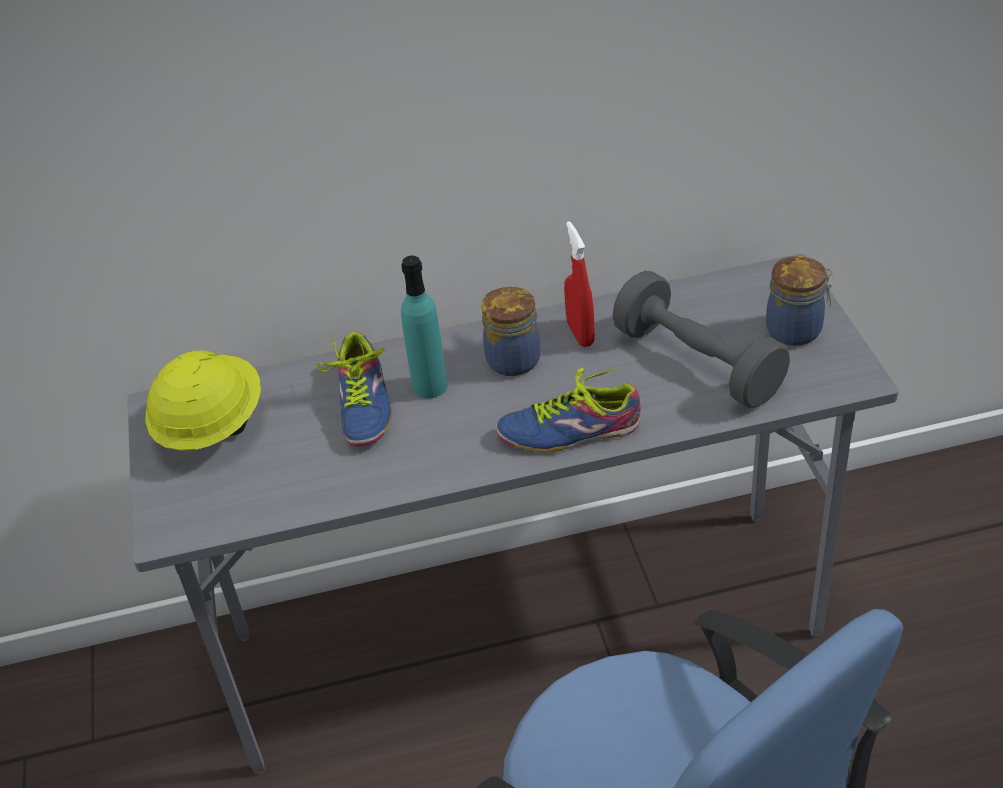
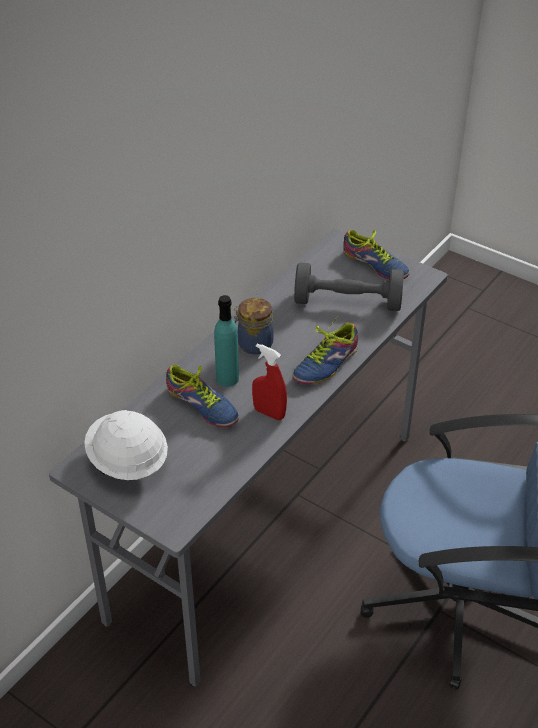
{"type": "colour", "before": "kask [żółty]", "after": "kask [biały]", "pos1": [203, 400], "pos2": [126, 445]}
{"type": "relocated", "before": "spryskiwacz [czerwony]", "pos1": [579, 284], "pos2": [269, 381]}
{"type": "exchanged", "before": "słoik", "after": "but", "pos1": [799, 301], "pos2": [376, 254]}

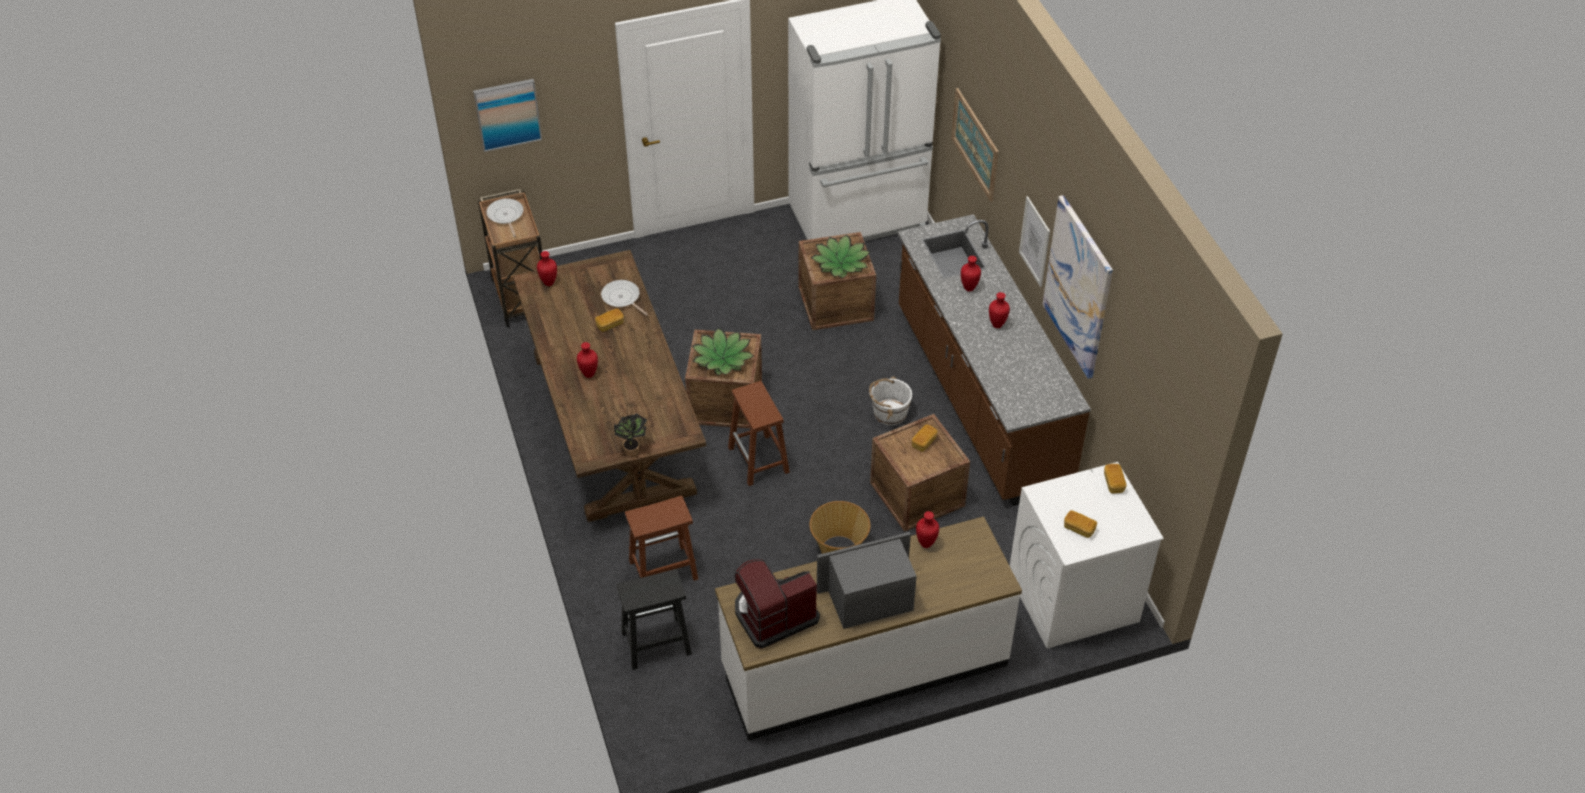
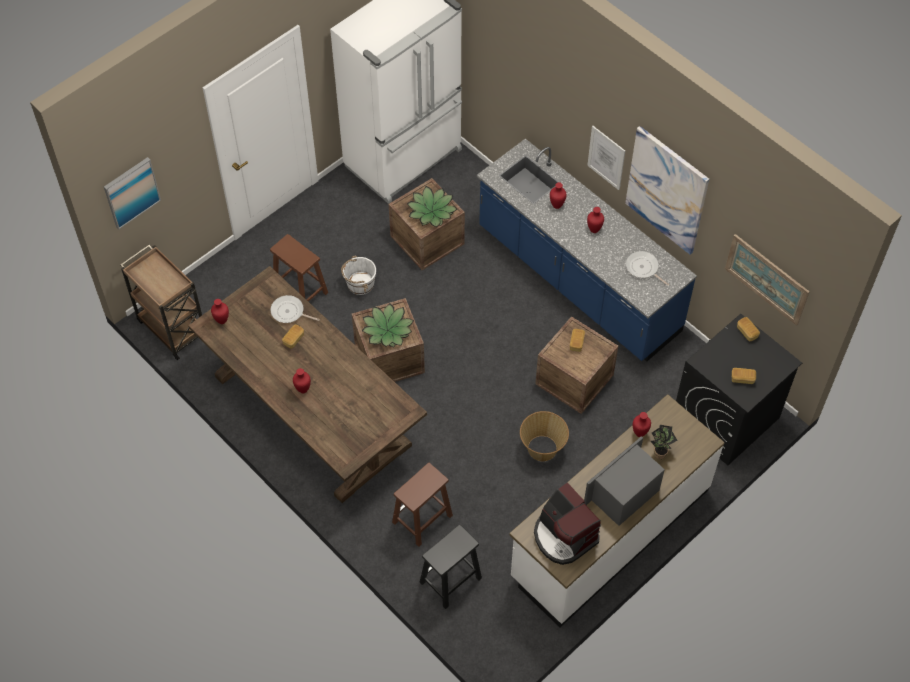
{"type": "relocated", "before": "stołek [brązowy]", "pos1": [759, 433], "pos2": [299, 268]}
{"type": "relocated", "before": "wiadro [biały]", "pos1": [890, 401], "pos2": [358, 275]}
{"type": "colour", "before": "zabudowa kuchenna [brązowy]", "after": "zabudowa kuchenna [niebieski]", "pos1": [994, 360], "pos2": [587, 250]}
{"type": "spun", "before": "ekspres do kawy", "pos1": [777, 604], "pos2": [567, 523], "turn": -75}
{"type": "relocated", "before": "patelnia", "pos1": [504, 217], "pos2": [647, 268]}
{"type": "relocated", "before": "roślina doniczkowa", "pos1": [630, 435], "pos2": [663, 442]}
{"type": "colour", "before": "pralka [biały]", "after": "pralka [czarny]", "pos1": [1087, 555], "pos2": [739, 389]}
{"type": "relocated", "before": "obraz", "pos1": [975, 145], "pos2": [767, 280]}

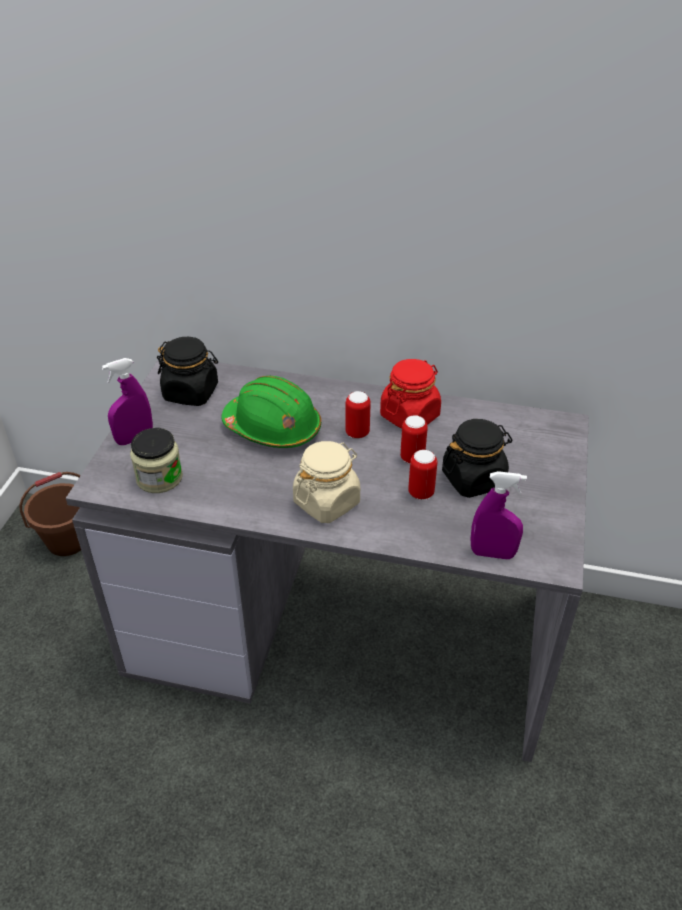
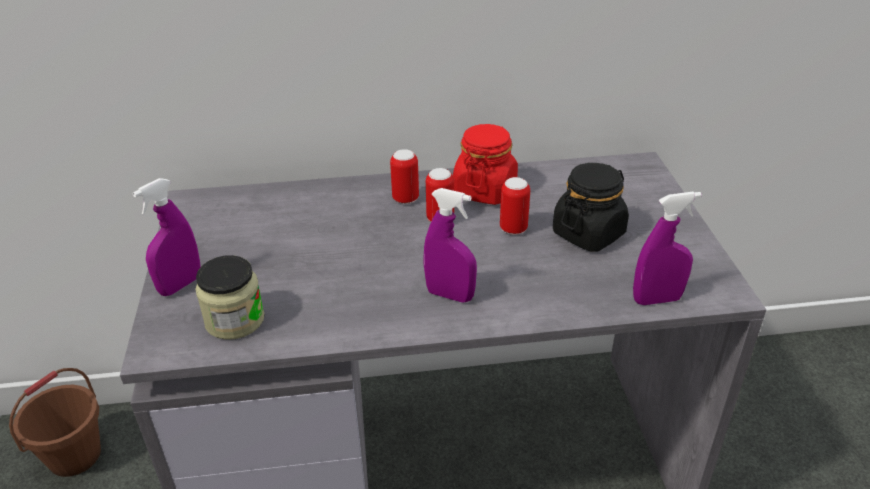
{"type": "relocated", "before": "puszka", "pos1": [422, 475], "pos2": [404, 176]}
{"type": "exchanged", "before": "słoik [beżowy]", "after": "spryskiwacz [fioletowy]", "pos1": [326, 482], "pos2": [450, 245]}
{"type": "missing", "before": "słoik [czarny]", "pos1": [187, 371]}
{"type": "missing", "before": "kask [zielony]", "pos1": [271, 412]}

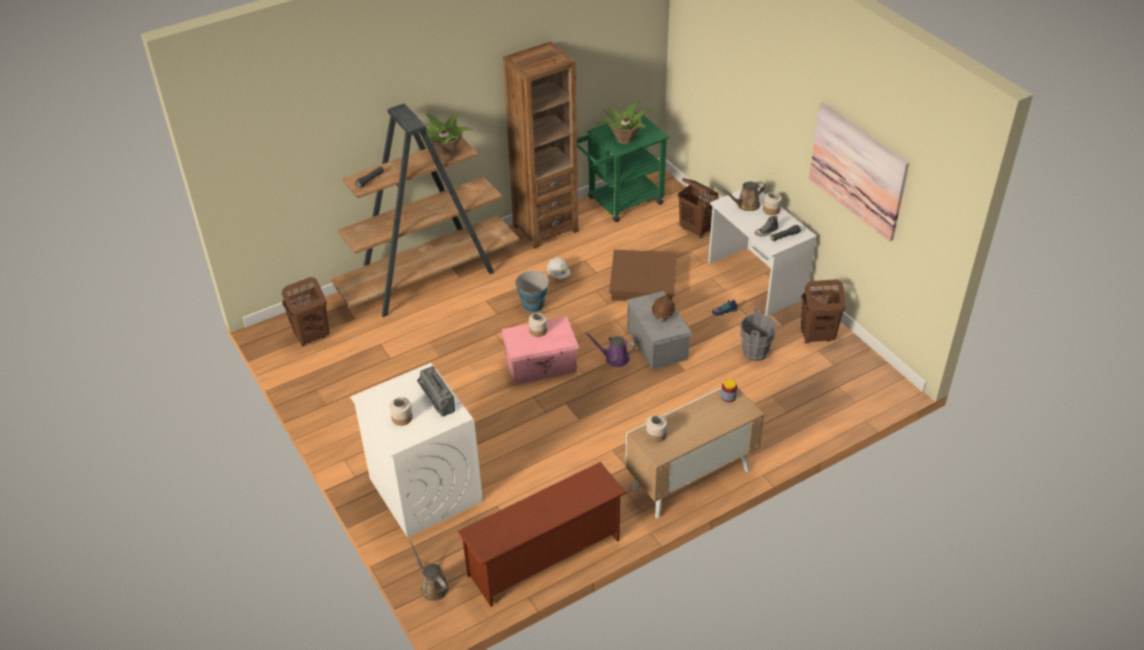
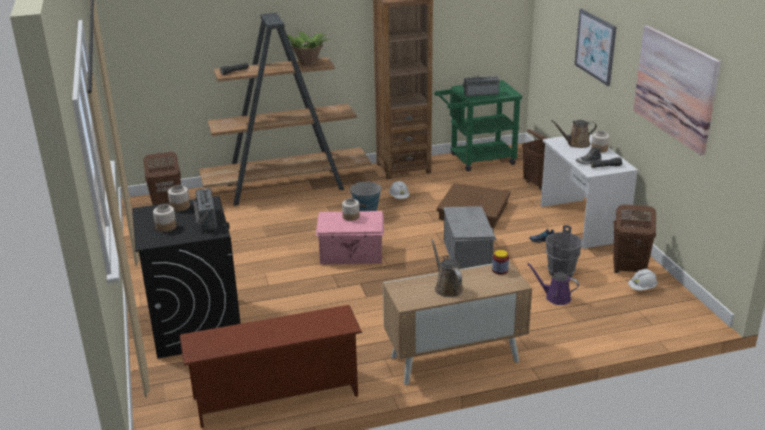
{"type": "colour", "before": "pralka [biały]", "after": "pralka [czarny]", "pos1": [416, 450], "pos2": [186, 277]}
{"type": "relocated", "before": "słoik", "pos1": [656, 428], "pos2": [179, 198]}
{"type": "relocated", "before": "konewka [brązowy]", "pos1": [429, 571], "pos2": [447, 268]}
{"type": "exchanged", "before": "roślina doniczkowa", "after": "radio", "pos1": [624, 122], "pos2": [481, 86]}
{"type": "relocated", "before": "konewka [fioletowy]", "pos1": [610, 349], "pos2": [553, 284]}
{"type": "appeared", "after": "obraz", "pos2": [595, 47]}
{"type": "appeared", "after": "kask [biały]", "pos2": [643, 279]}
{"type": "missing", "before": "kask [brązowy]", "pos1": [663, 308]}

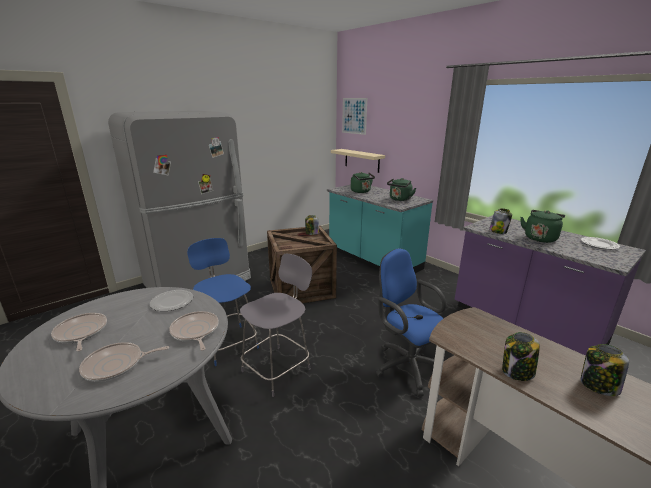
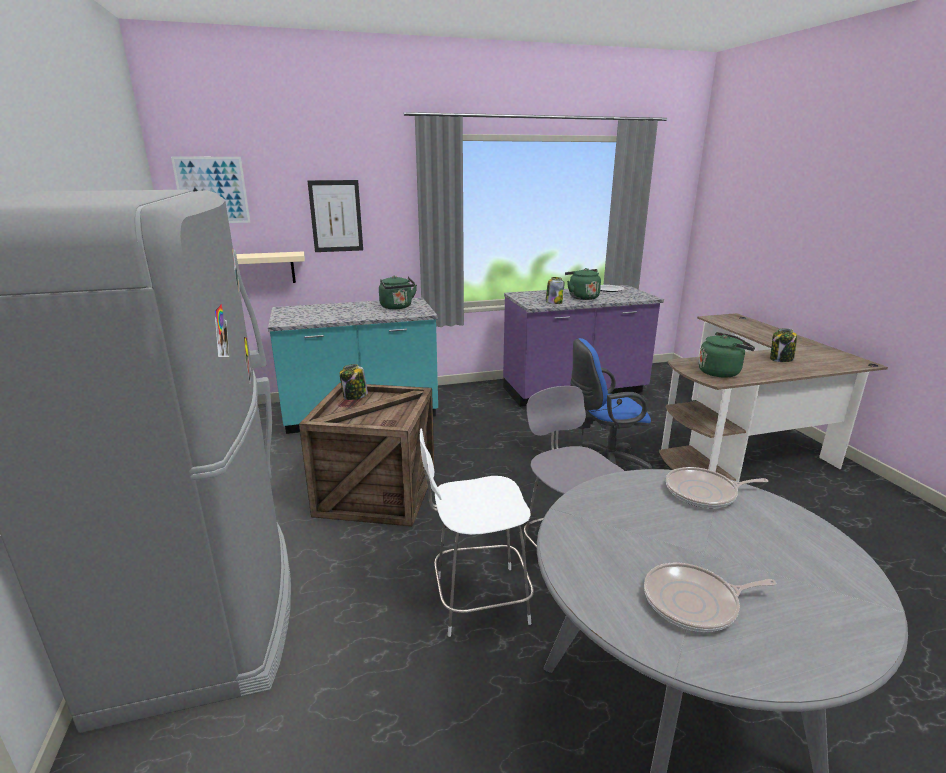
{"type": "appeared", "after": "obraz", "pos2": [335, 216]}
{"type": "colour", "before": "krzesło [niebieski]", "after": "krzesło [biały]", "pos1": [223, 302], "pos2": [477, 533]}
{"type": "relocated", "before": "czajnik [zielony]", "pos1": [363, 182], "pos2": [726, 355]}
{"type": "missing", "before": "patelnia", "pos1": [124, 362]}
{"type": "missing", "before": "talerz", "pos1": [171, 300]}
{"type": "missing", "before": "słoik", "pos1": [521, 356]}

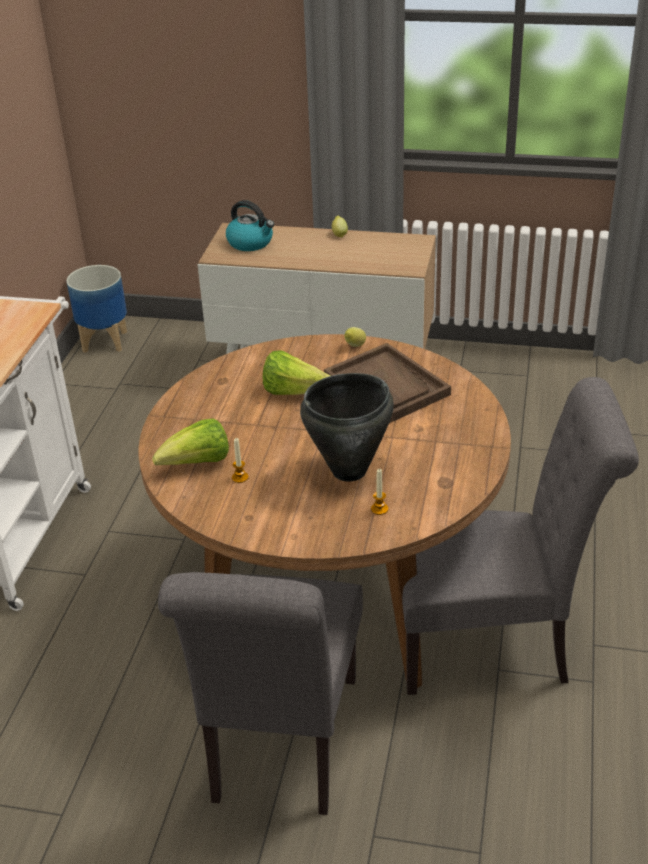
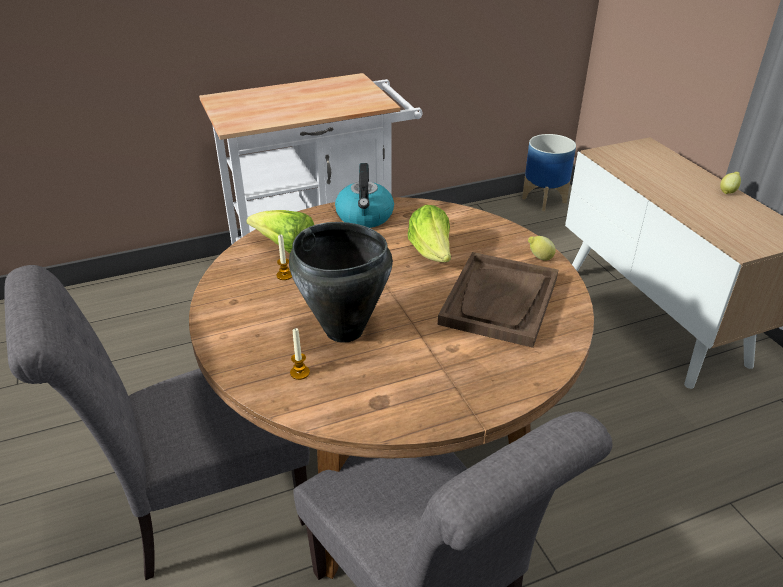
{"type": "relocated", "before": "czajnik", "pos1": [250, 225], "pos2": [364, 195]}

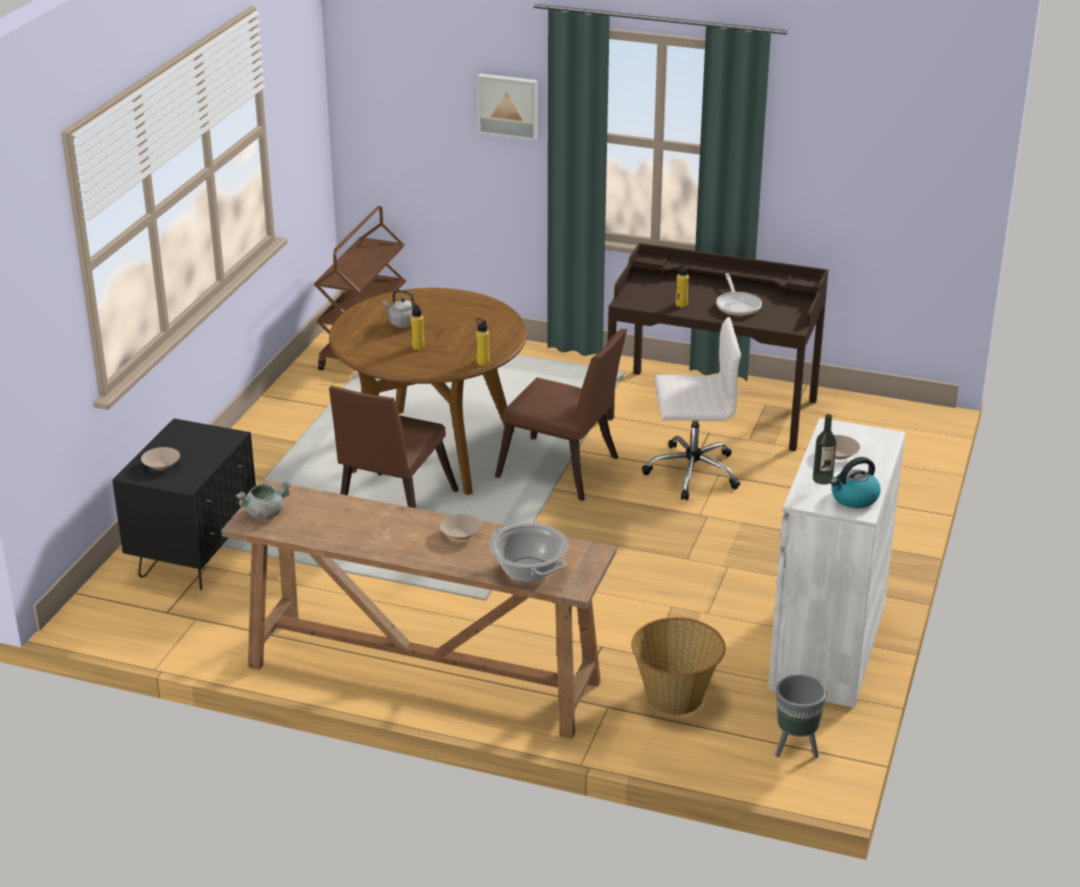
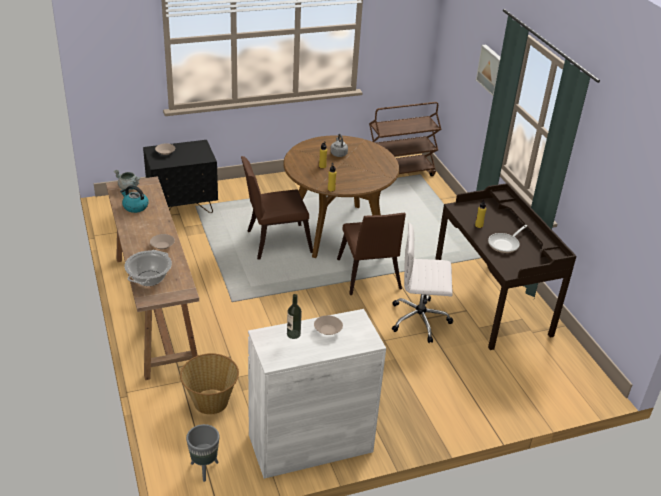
{"type": "relocated", "before": "czajnik", "pos1": [855, 482], "pos2": [134, 199]}
{"type": "spun", "before": "krzesło biurowe [biały]", "pos1": [691, 408], "pos2": [422, 283], "turn": 135}

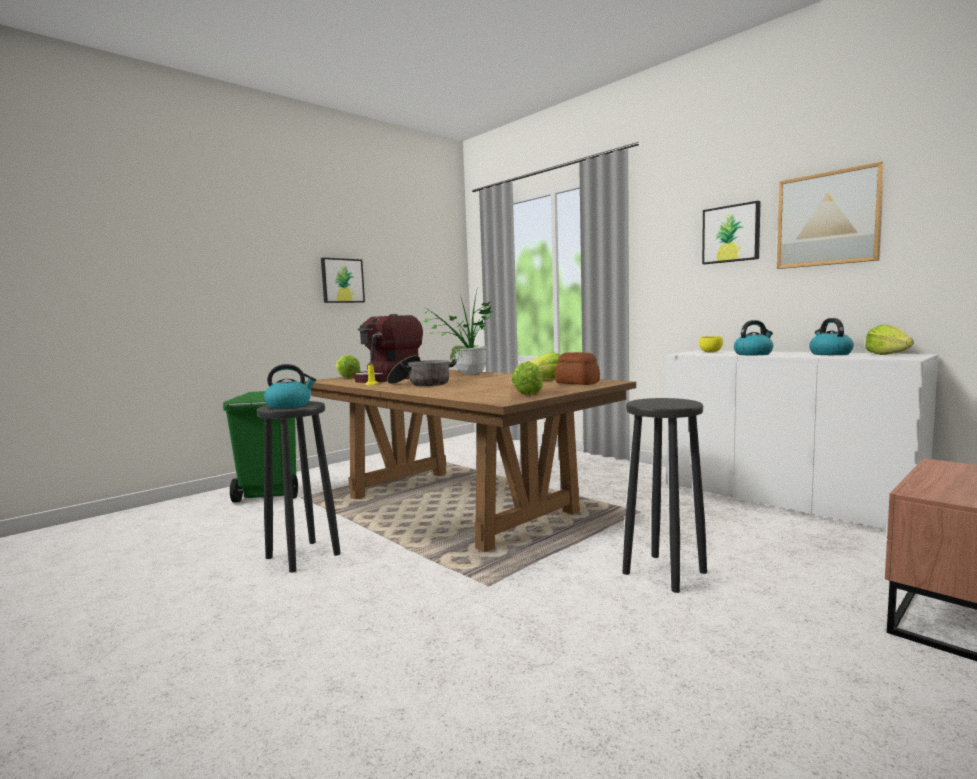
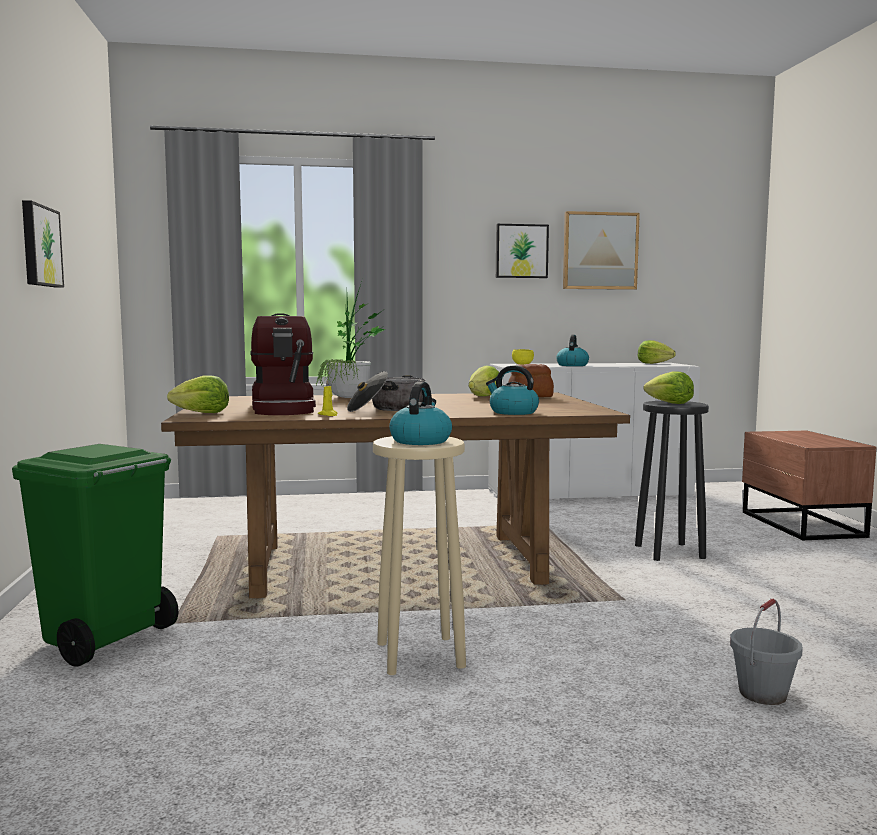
{"type": "colour", "before": "stołek [czarny]", "after": "stołek [beżowy]", "pos1": [299, 487], "pos2": [419, 555]}
{"type": "relocated", "before": "czajnik", "pos1": [831, 336], "pos2": [512, 390]}
{"type": "relocated", "before": "sałata", "pos1": [527, 378], "pos2": [669, 387]}
{"type": "appeared", "after": "wiadro [szary]", "pos2": [766, 652]}

